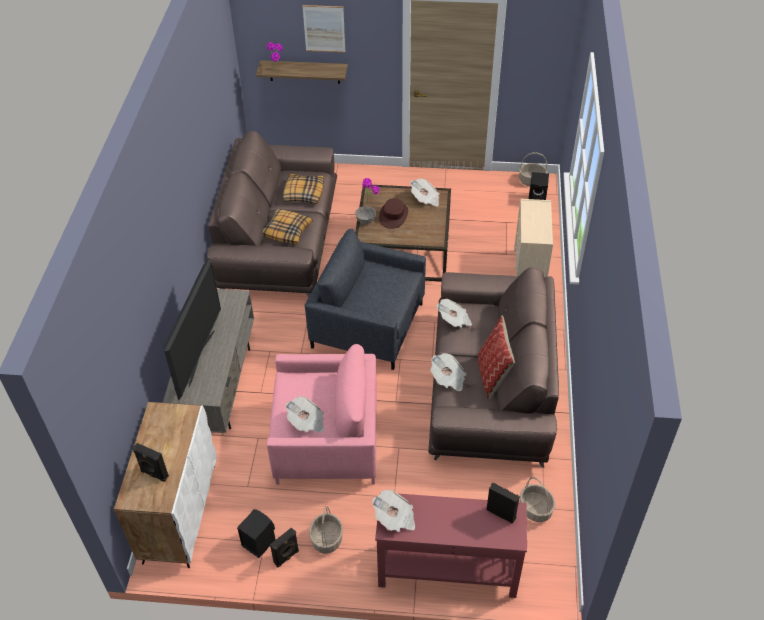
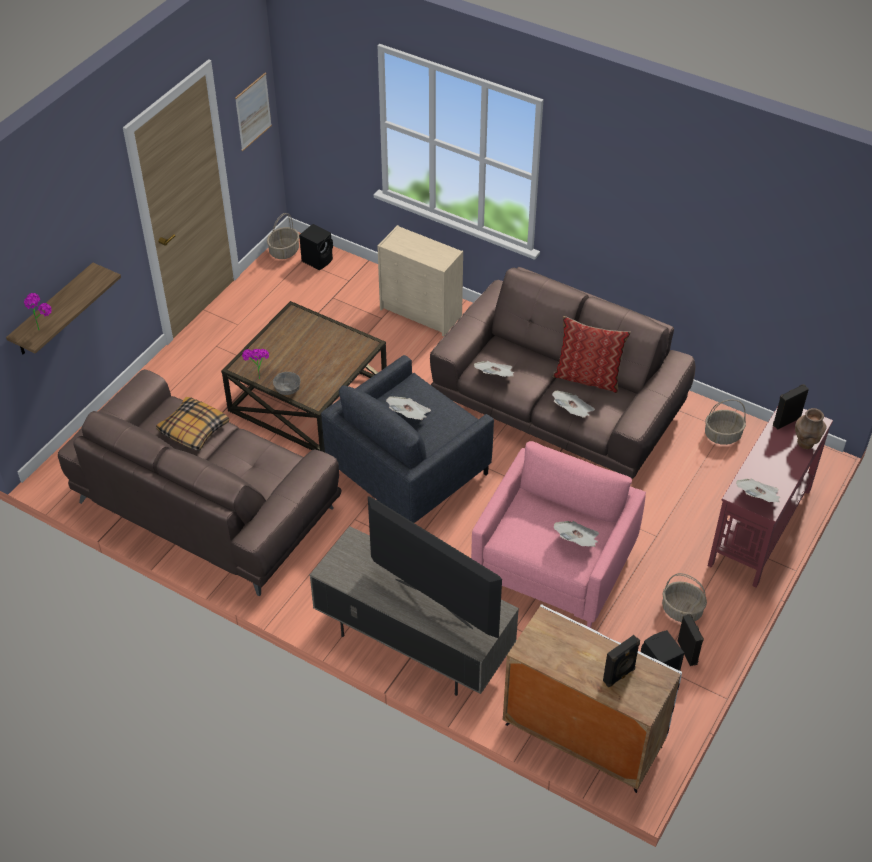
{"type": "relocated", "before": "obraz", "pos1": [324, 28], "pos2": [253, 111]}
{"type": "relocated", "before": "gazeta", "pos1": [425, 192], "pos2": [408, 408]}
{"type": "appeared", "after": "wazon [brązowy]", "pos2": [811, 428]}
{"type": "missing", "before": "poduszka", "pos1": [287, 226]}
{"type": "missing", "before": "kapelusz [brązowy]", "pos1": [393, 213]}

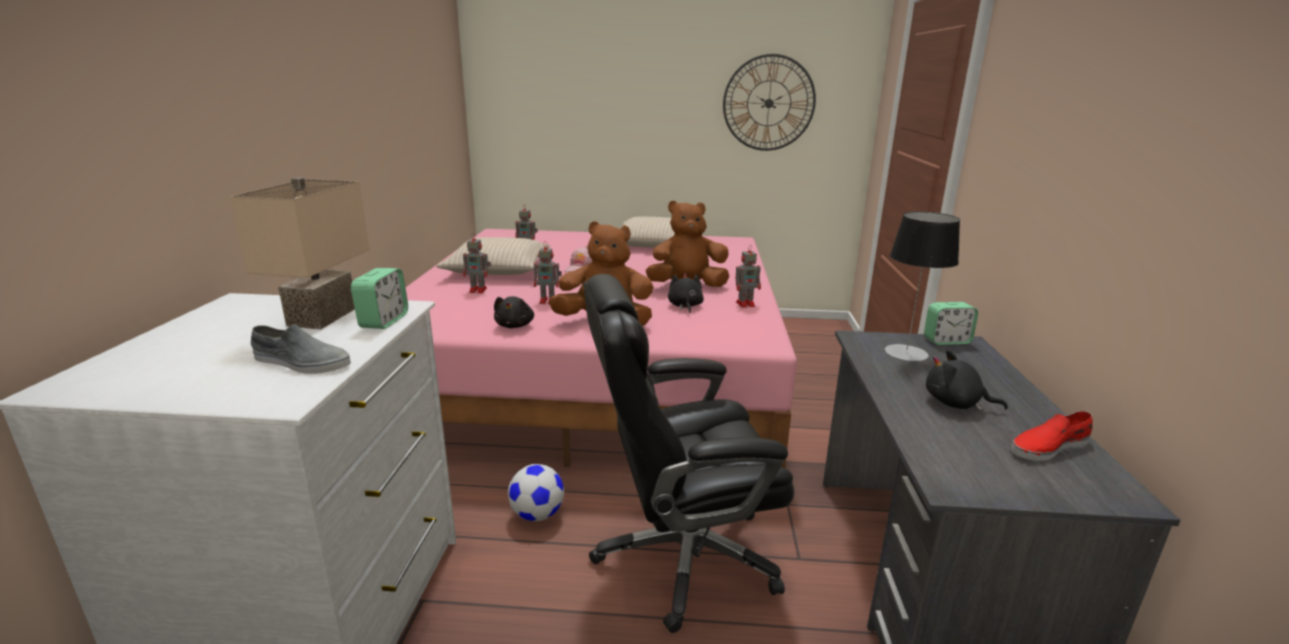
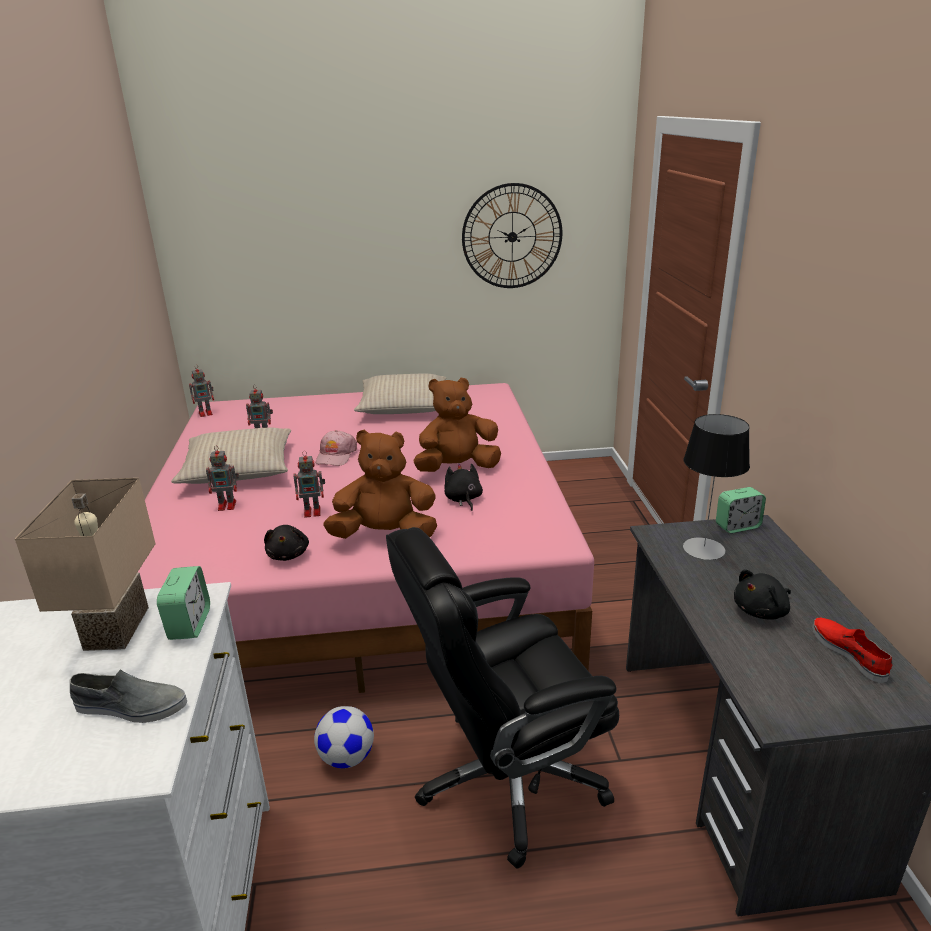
{"type": "relocated", "before": "robot zabawkowy", "pos1": [748, 276], "pos2": [201, 391]}
{"type": "spun", "before": "pluszak [czarny]", "pos1": [967, 380], "pos2": [762, 594], "turn": -45}
{"type": "spun", "before": "but [czerwony]", "pos1": [1052, 436], "pos2": [852, 650], "turn": 105}

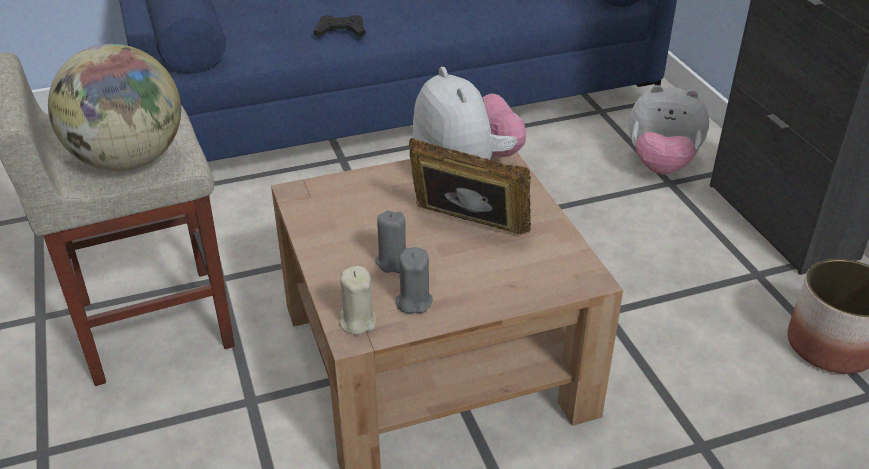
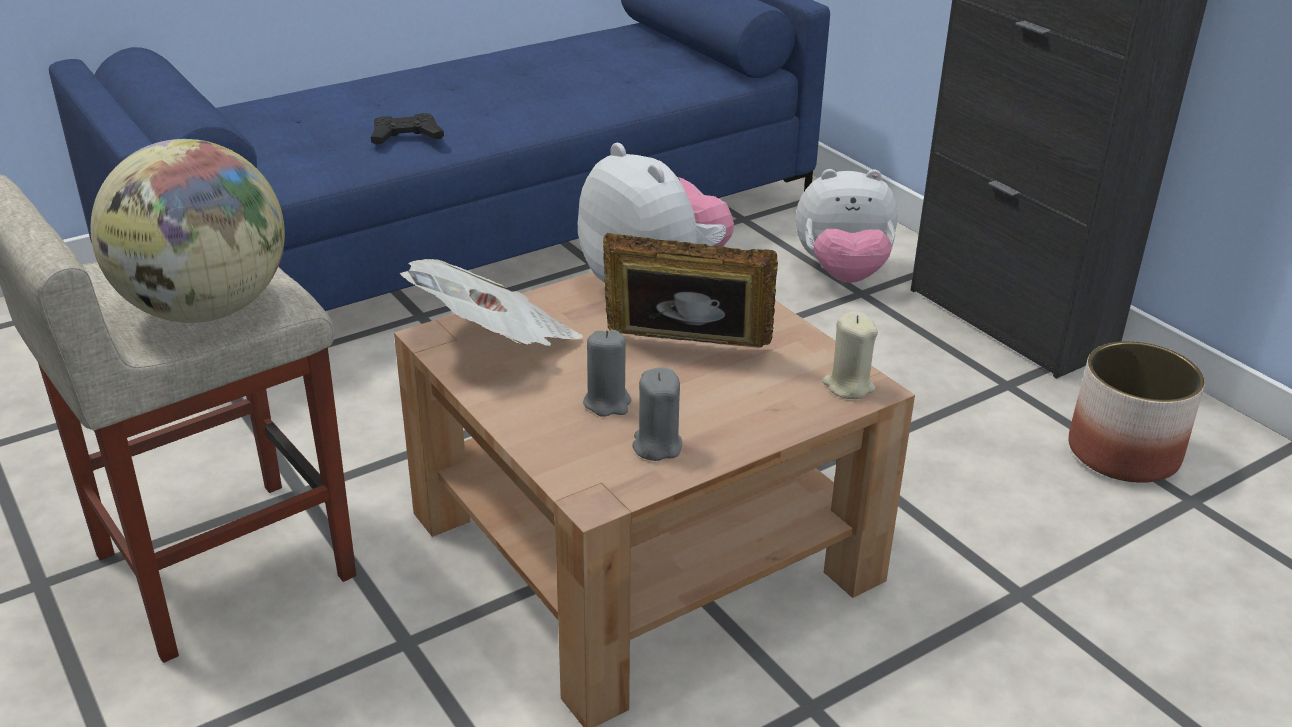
{"type": "appeared", "after": "gazeta", "pos2": [491, 302]}
{"type": "relocated", "before": "świeca [beżowy]", "pos1": [357, 300], "pos2": [850, 355]}

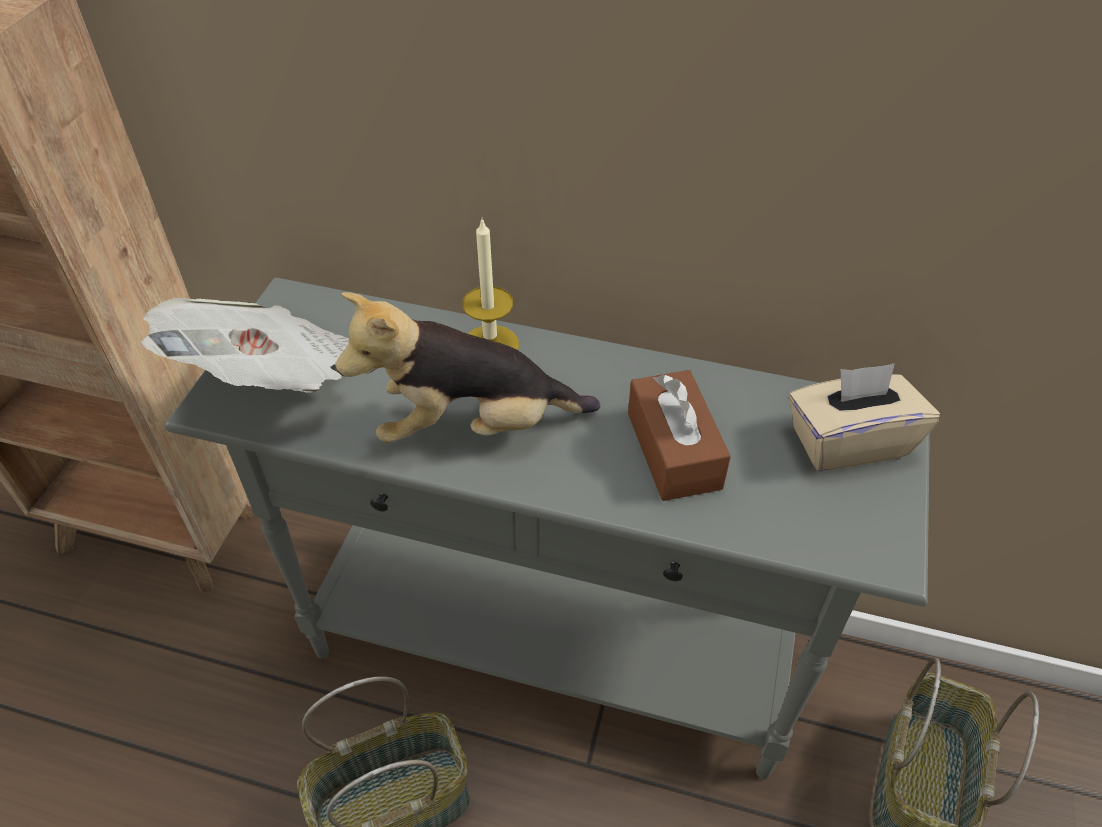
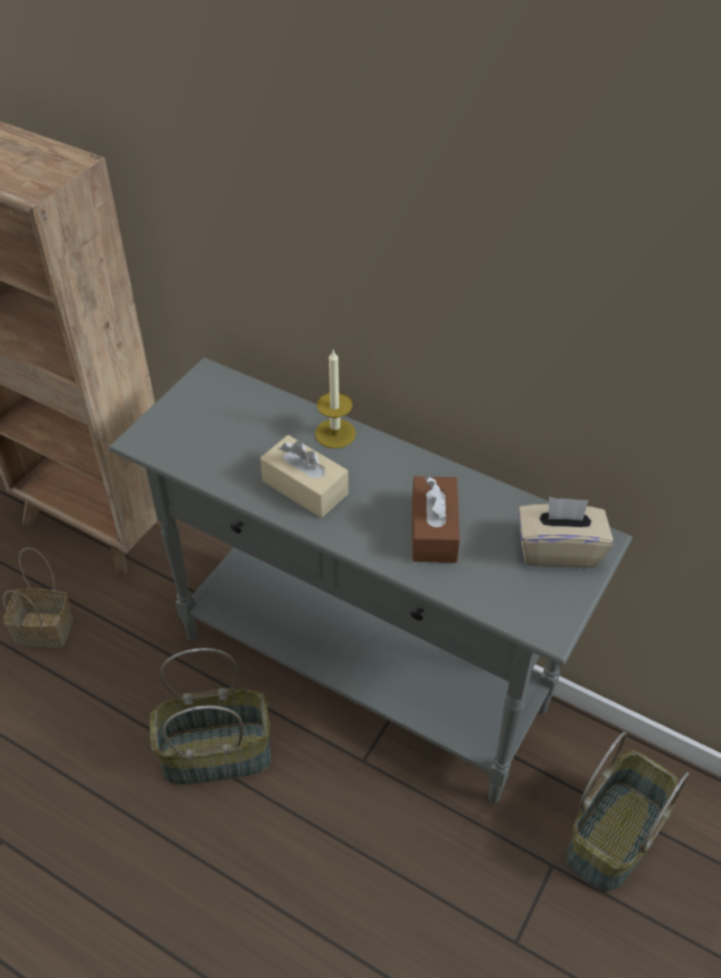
{"type": "appeared", "after": "koszyk", "pos2": [38, 598]}
{"type": "exchanged", "before": "pluszak", "after": "pudełko chusteczek [beżowy]", "pos1": [467, 367], "pos2": [304, 476]}
{"type": "missing", "before": "gazeta", "pos1": [244, 345]}

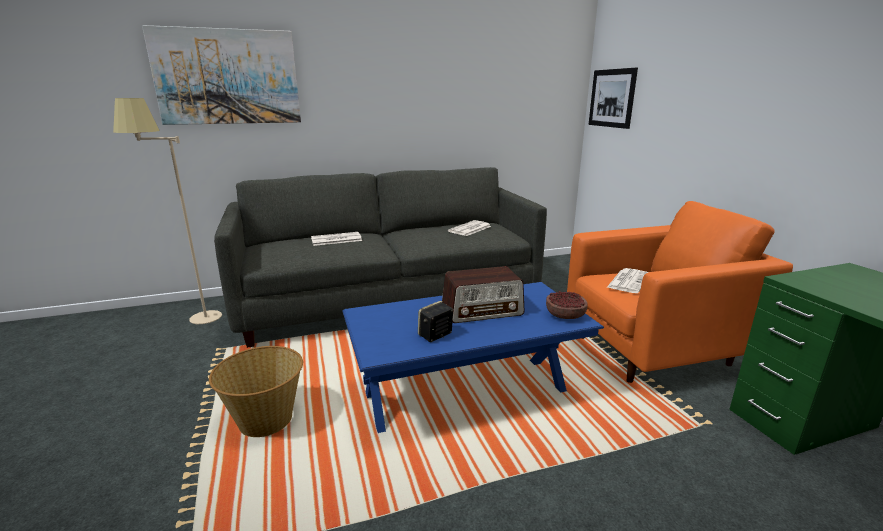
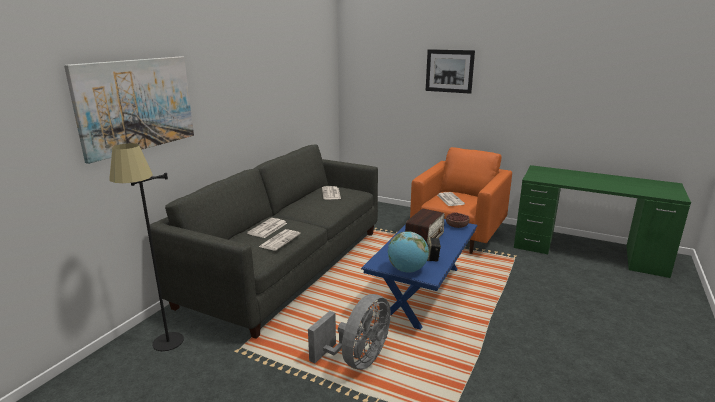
{"type": "colour", "before": "lampa stojąca [beżowy]", "after": "lampa stojąca [czarny]", "pos1": [167, 211], "pos2": [146, 247]}
{"type": "appeared", "after": "gazeta", "pos2": [280, 240]}
{"type": "exchanged", "before": "koszyk", "after": "wentylator [szary]", "pos1": [256, 391], "pos2": [349, 332]}
{"type": "appeared", "after": "globus", "pos2": [408, 252]}
{"type": "relocated", "before": "obraz", "pos1": [613, 98], "pos2": [450, 71]}

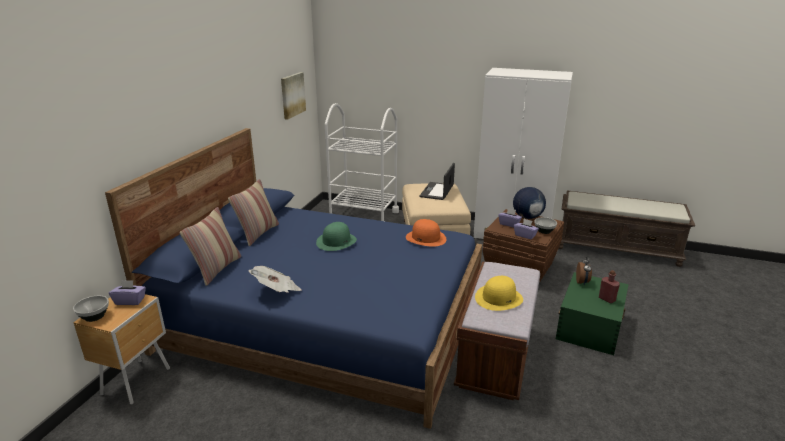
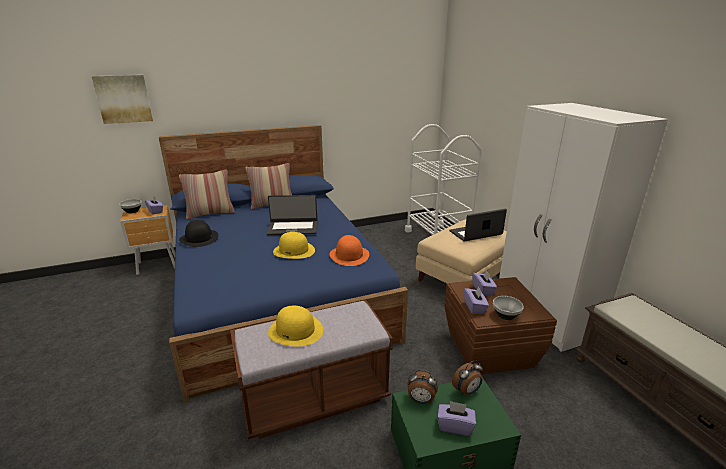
{"type": "relocated", "before": "obraz", "pos1": [293, 96], "pos2": [122, 99]}
{"type": "exchanged", "before": "gazeta", "after": "kapelusz [czarny]", "pos1": [275, 279], "pos2": [198, 233]}
{"type": "exchanged", "before": "kapelusz [zielony]", "after": "laptop", "pos1": [336, 236], "pos2": [291, 215]}
{"type": "appeared", "after": "kapelusz [żółty]", "pos2": [294, 245]}
{"type": "appeared", "after": "budzik", "pos2": [422, 387]}
{"type": "exchanged", "before": "butelka [czerwony]", "after": "pudełko chusteczek [fioletowy]", "pos1": [609, 286], "pos2": [456, 418]}
{"type": "missing", "before": "globus", "pos1": [529, 203]}

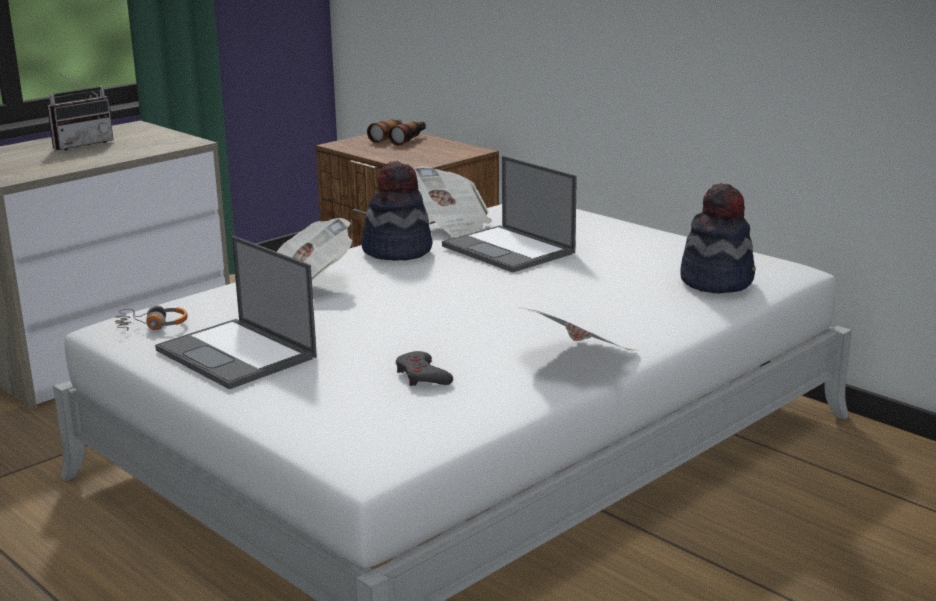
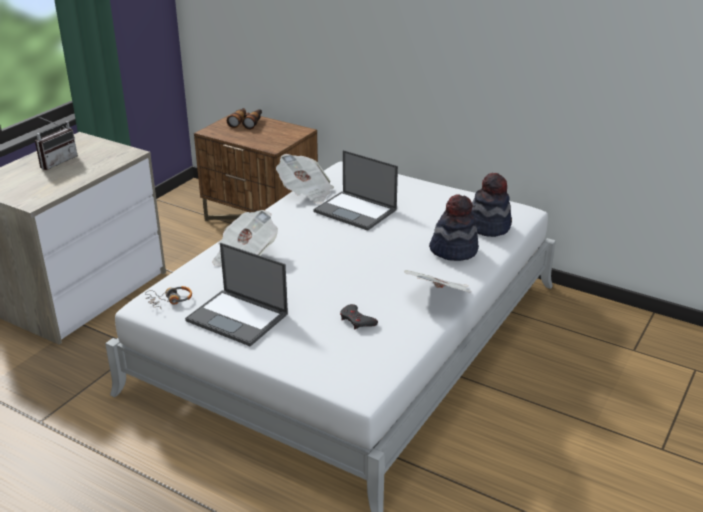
{"type": "relocated", "before": "kapelusz", "pos1": [396, 211], "pos2": [454, 227]}

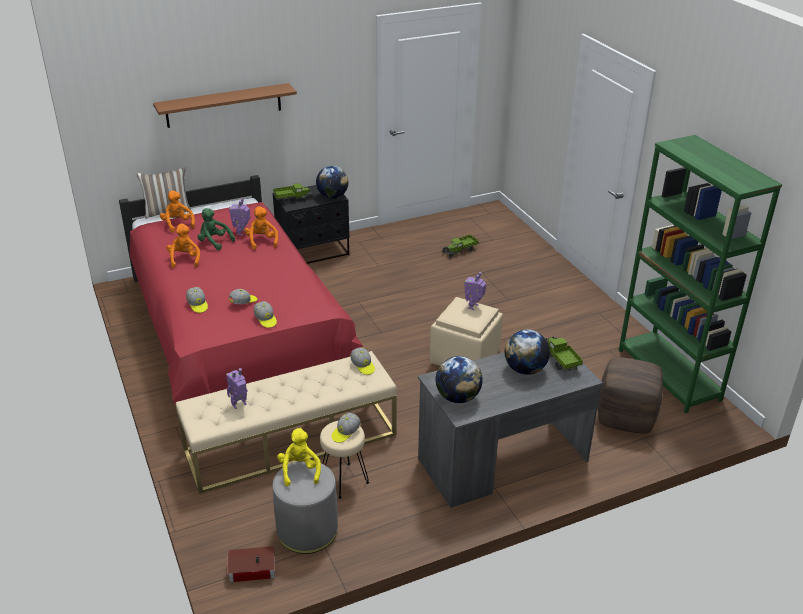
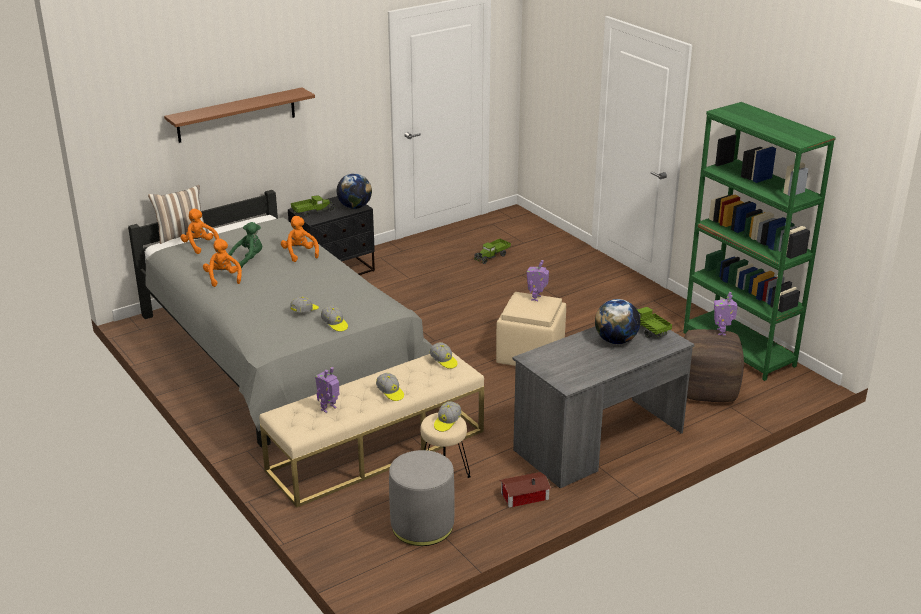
{"type": "colour", "before": "łóżko [czerwony]", "after": "łóżko [szary]", "pos1": [241, 290], "pos2": [280, 319]}
{"type": "spun", "before": "pluszak [zielony]", "pos1": [216, 229], "pos2": [245, 245], "turn": 120}
{"type": "relocated", "before": "czapka z daszkiem", "pos1": [197, 300], "pos2": [390, 387]}
{"type": "relocated", "before": "domek", "pos1": [251, 564], "pos2": [525, 490]}
{"type": "relocated", "before": "robot zabawkowy", "pos1": [239, 217], "pos2": [726, 313]}
{"type": "missing", "before": "pluszak [żółty]", "pos1": [299, 457]}
{"type": "missing", "before": "globus", "pos1": [459, 379]}

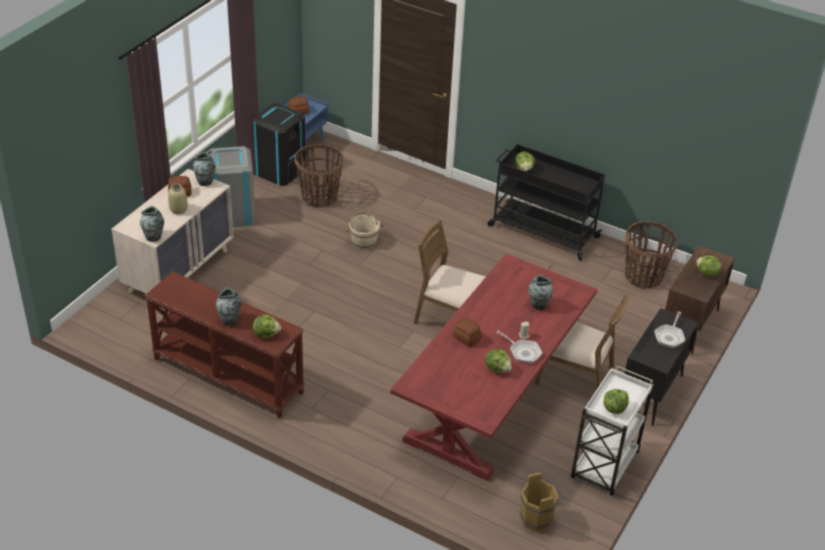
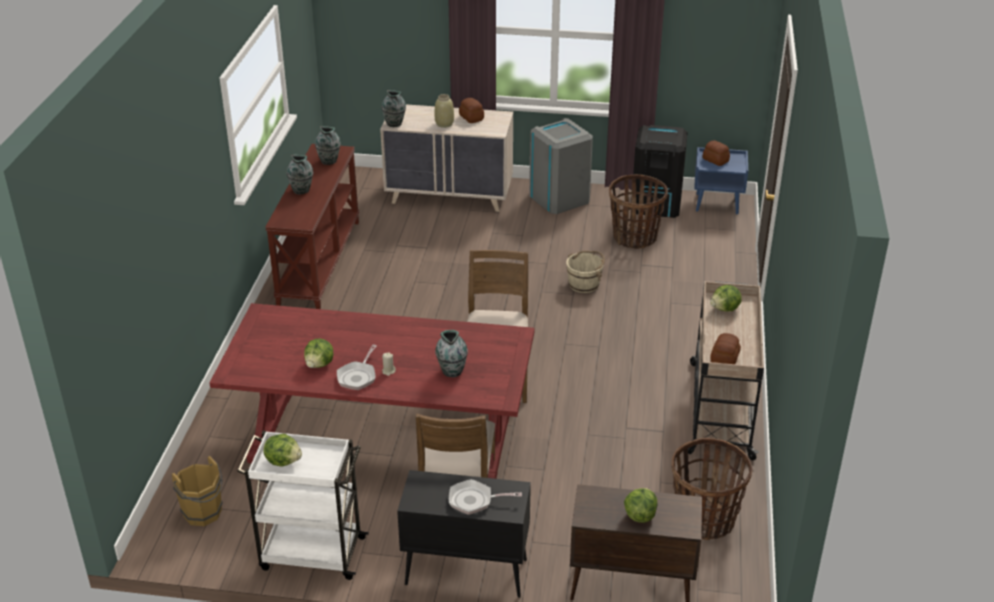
{"type": "relocated", "before": "wazon", "pos1": [204, 169], "pos2": [328, 145]}
{"type": "colour", "before": "wózek [czarny]", "after": "wózek [beżowy]", "pos1": [546, 202], "pos2": [726, 370]}
{"type": "relocated", "before": "chleb", "pos1": [467, 332], "pos2": [725, 348]}
{"type": "missing", "before": "sałata", "pos1": [267, 326]}

